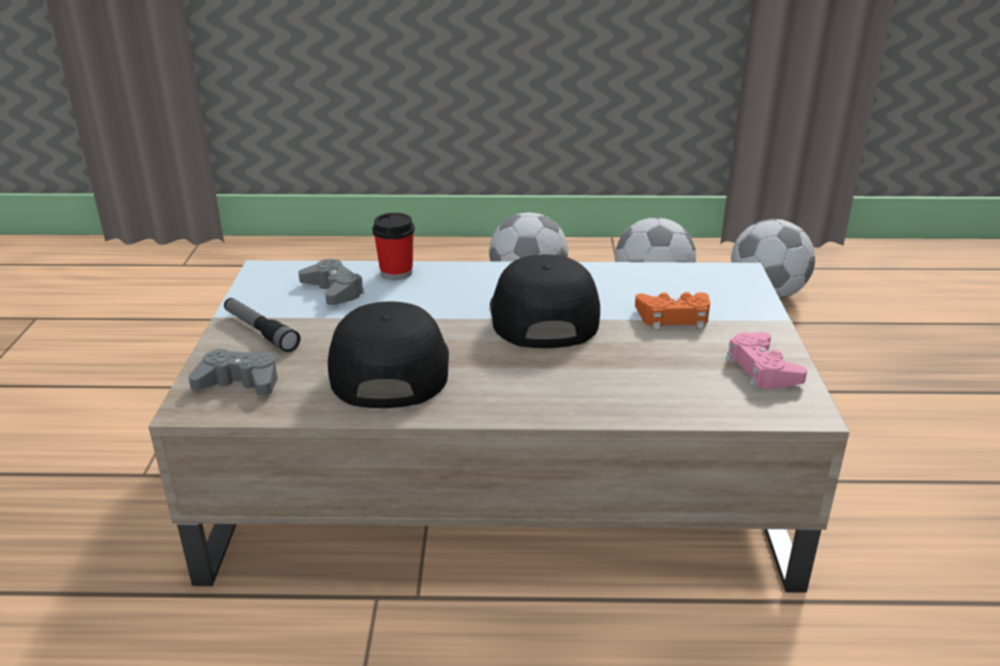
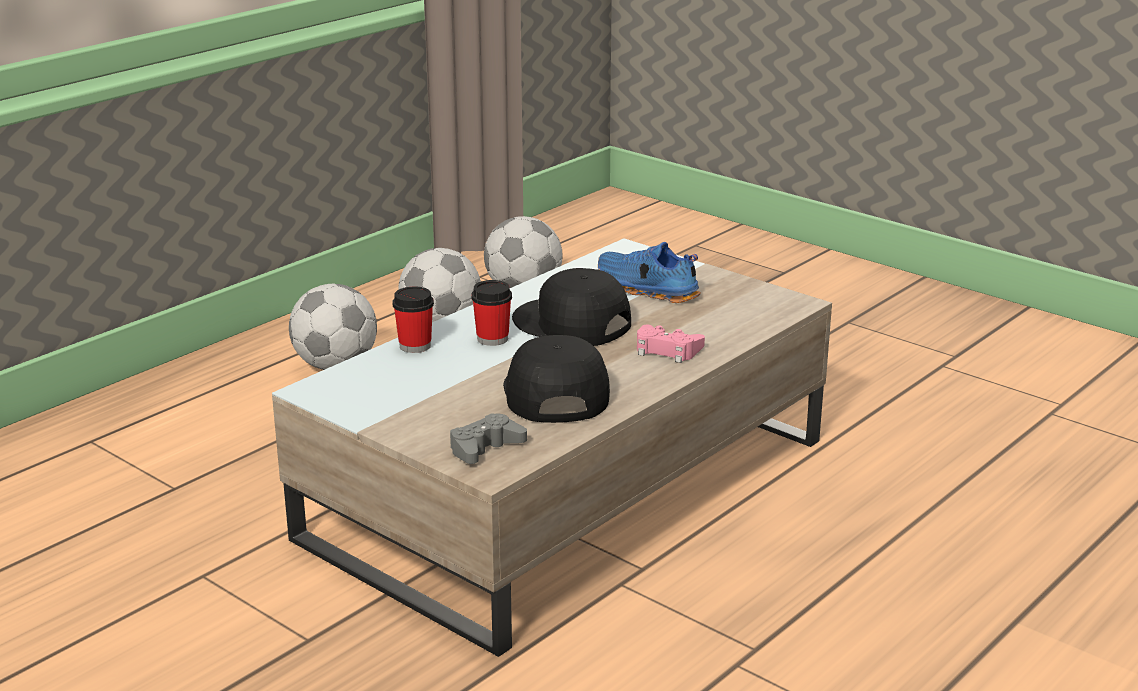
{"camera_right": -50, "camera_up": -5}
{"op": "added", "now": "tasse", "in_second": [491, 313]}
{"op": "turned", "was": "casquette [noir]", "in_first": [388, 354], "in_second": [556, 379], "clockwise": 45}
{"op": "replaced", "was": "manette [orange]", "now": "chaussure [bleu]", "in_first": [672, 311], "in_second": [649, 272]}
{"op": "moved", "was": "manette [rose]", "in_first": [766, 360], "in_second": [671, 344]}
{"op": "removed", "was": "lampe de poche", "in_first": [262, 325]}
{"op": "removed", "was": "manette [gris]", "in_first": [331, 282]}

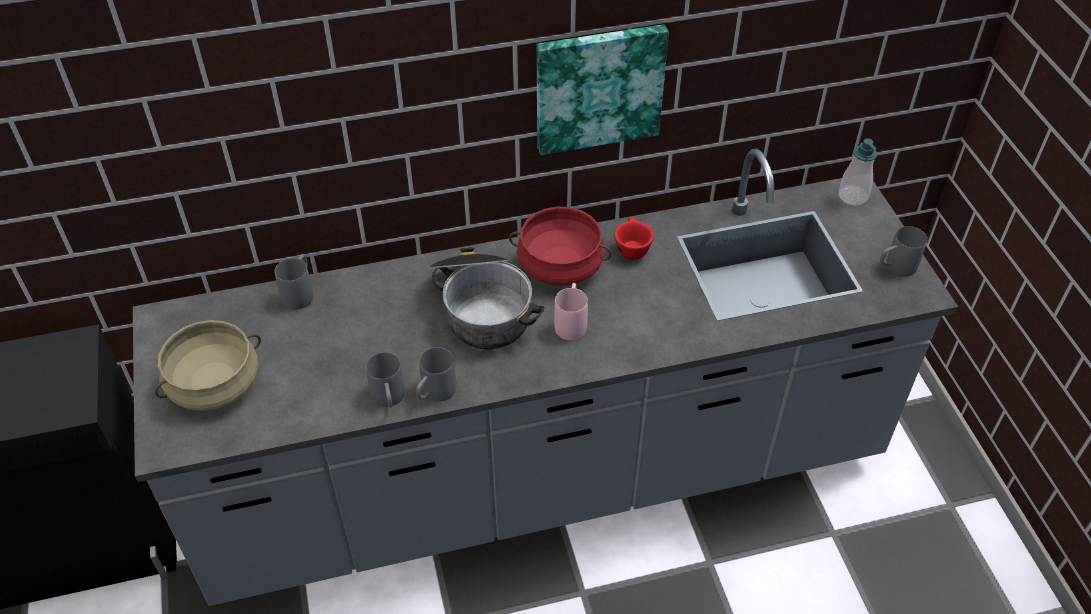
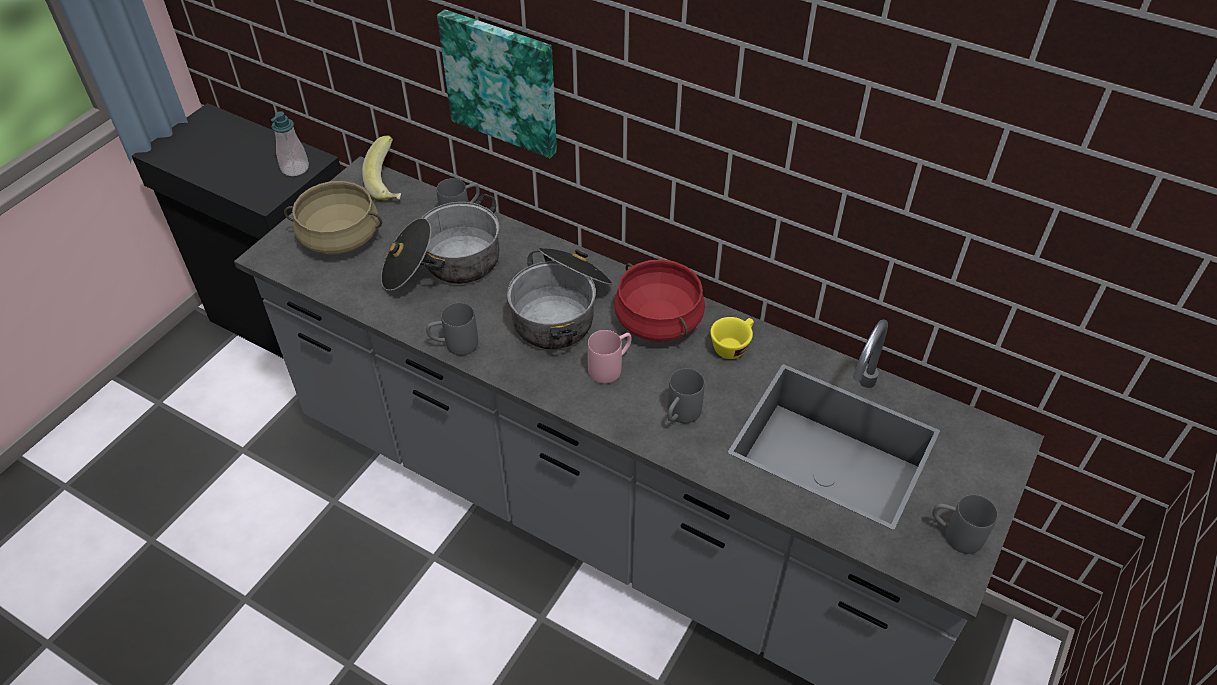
{"camera_right": 45, "camera_up": 0}
{"op": "moved", "was": "distributeur de savon", "in_first": [857, 172], "in_second": [290, 143]}
{"op": "added", "now": "banane", "in_second": [381, 168]}
{"op": "added", "now": "marmite", "in_second": [440, 242]}
{"op": "moved", "was": "tableau", "in_first": [603, 89], "in_second": [497, 83]}
{"op": "moved", "was": "mug [gris]", "in_first": [385, 380], "in_second": [686, 395]}
{"op": "recoloured", "was": "tasse [rouge]", "now": "tasse [jaune]", "in_first": [634, 238], "in_second": [732, 338]}

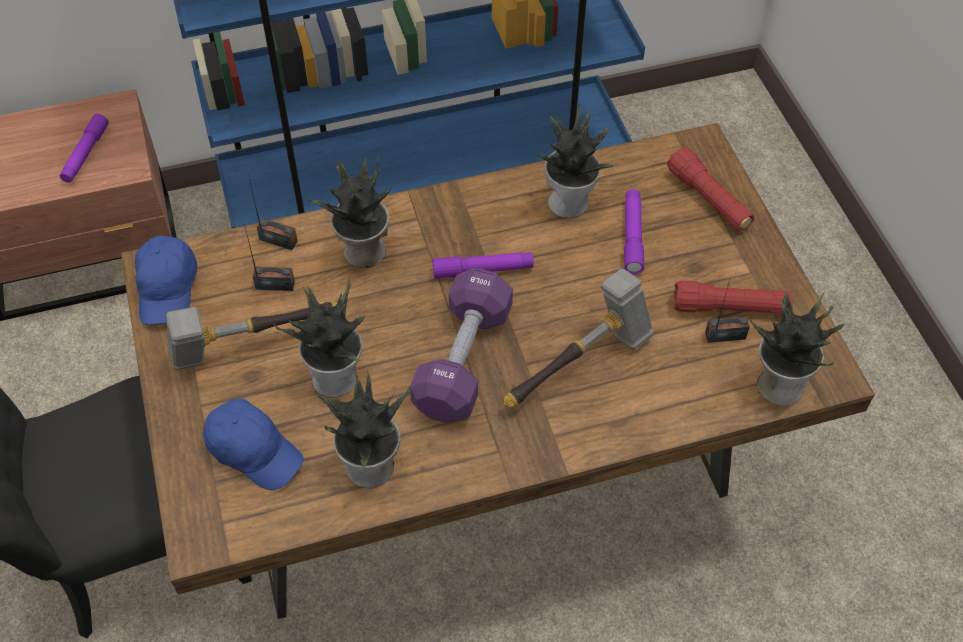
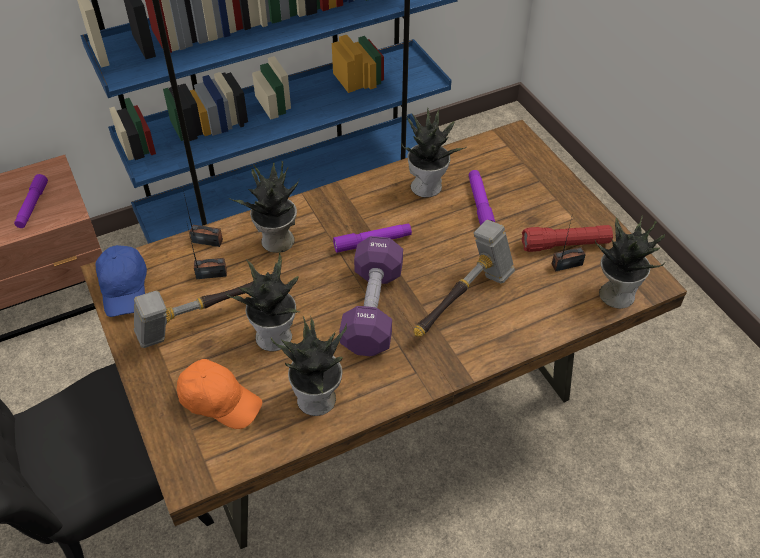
{"camera_right": -10, "camera_up": -5}
{"op": "recoloured", "was": "casquette [bleu]", "now": "casquette [orange]", "in_first": [253, 444], "in_second": [219, 394]}
{"op": "removed", "was": "lampe de poche [rouge]", "in_first": [710, 189]}

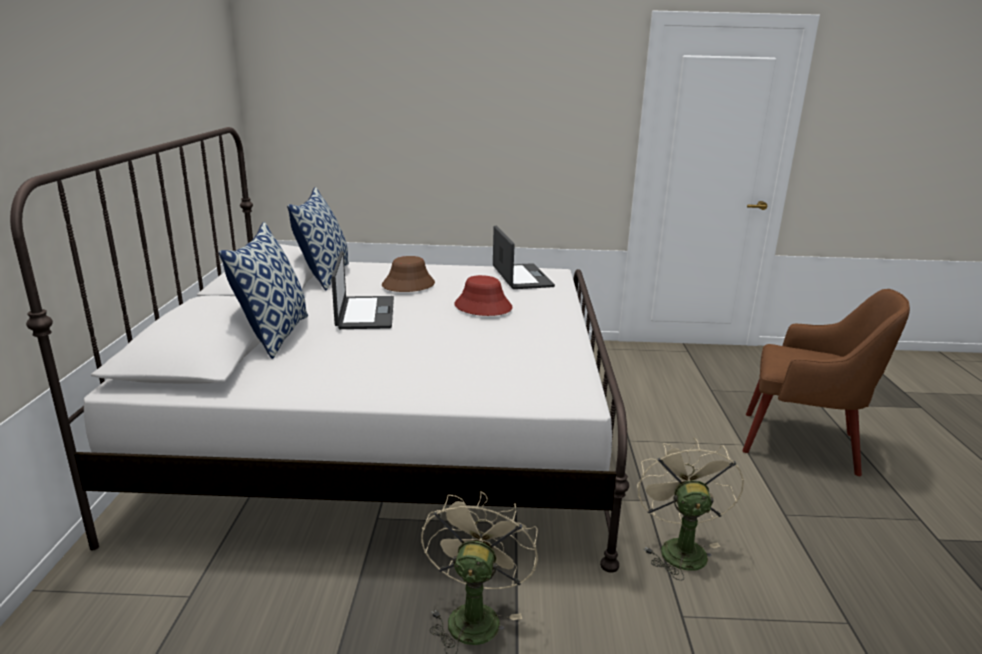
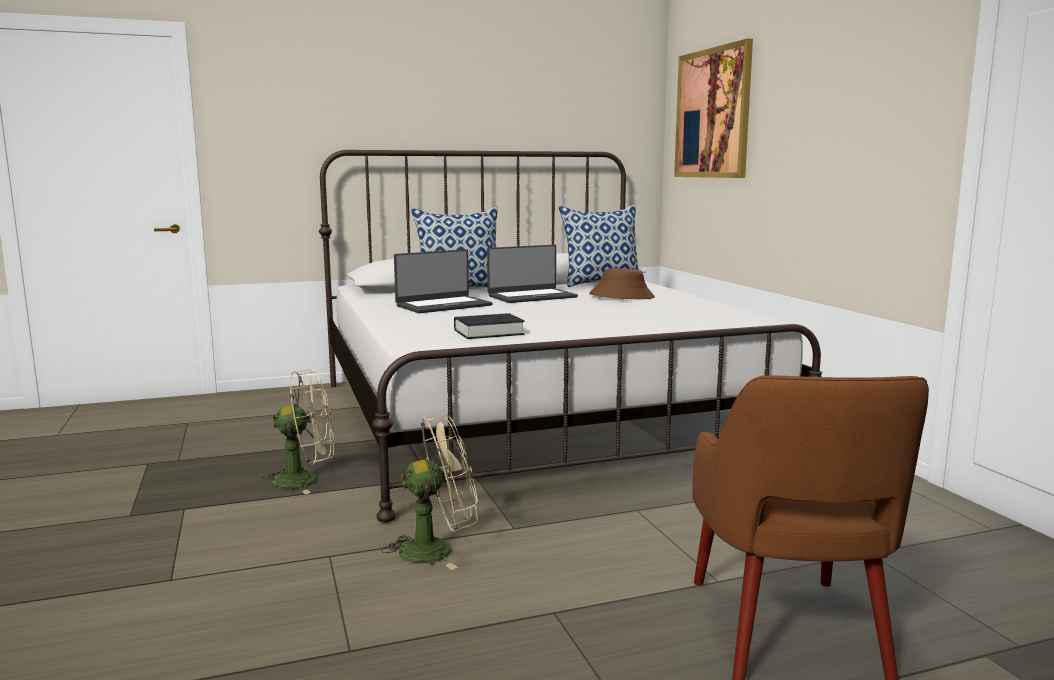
{"camera_right": 70, "camera_up": -10}
{"op": "moved", "was": "ordinateur portable", "in_first": [524, 257], "in_second": [443, 281]}
{"op": "added", "now": "livre [noir]", "in_second": [489, 326]}
{"op": "added", "now": "tableau", "in_second": [713, 108]}
{"op": "removed", "was": "chapeau [rouge]", "in_first": [483, 295]}

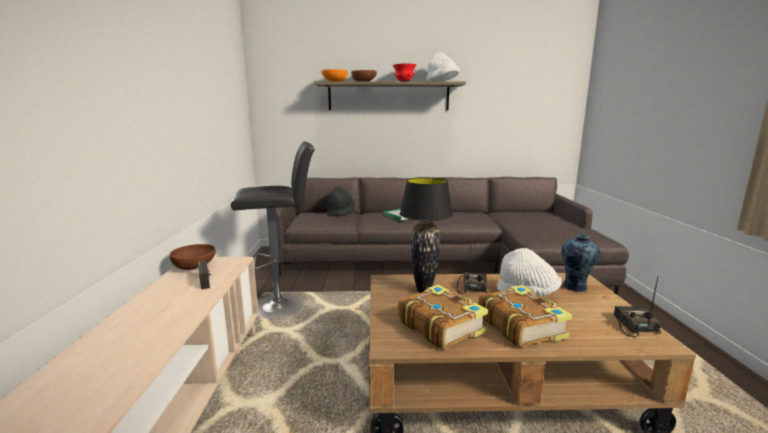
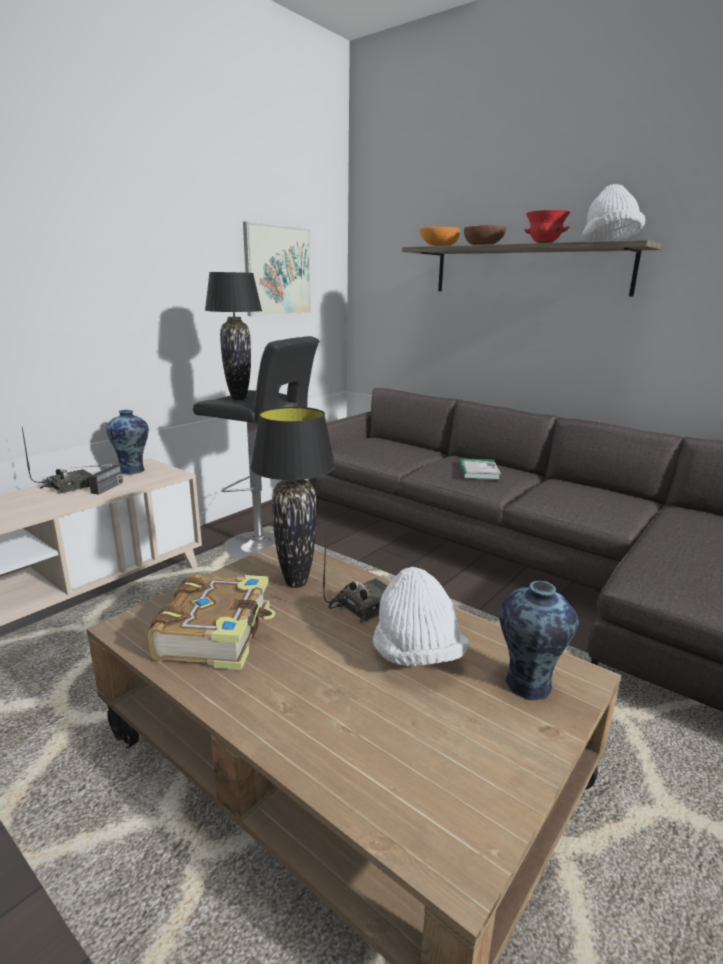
{"camera_right": 40, "camera_up": 5}
{"op": "moved", "was": "radio", "in_first": [638, 307], "in_second": [57, 460]}
{"op": "replaced", "was": "bol [marron]", "now": "vase", "in_first": [193, 257], "in_second": [127, 442]}
{"op": "added", "now": "lampe de table [noir]", "in_second": [233, 336]}
{"op": "added", "now": "tableau", "in_second": [277, 269]}
{"op": "removed", "was": "chapeau [noir]", "in_first": [341, 202]}
{"op": "removed", "was": "livre", "in_first": [525, 316]}

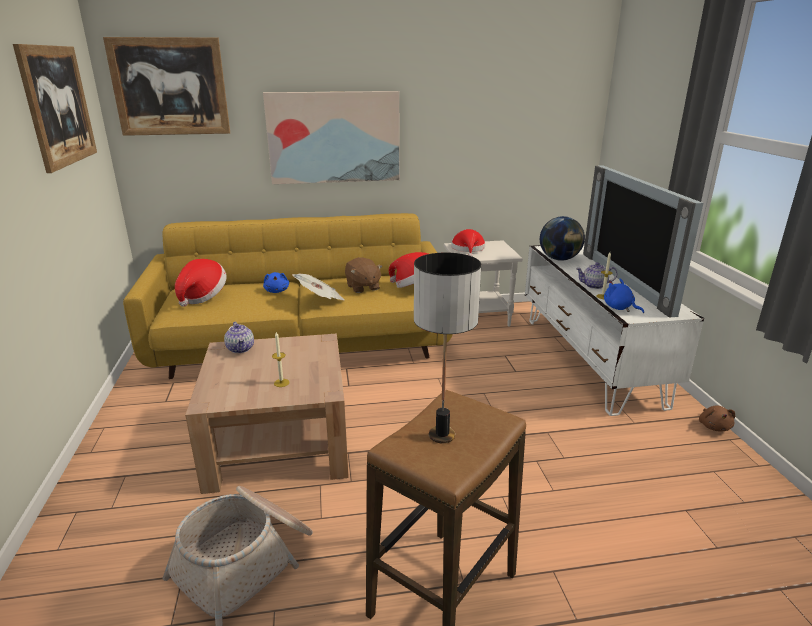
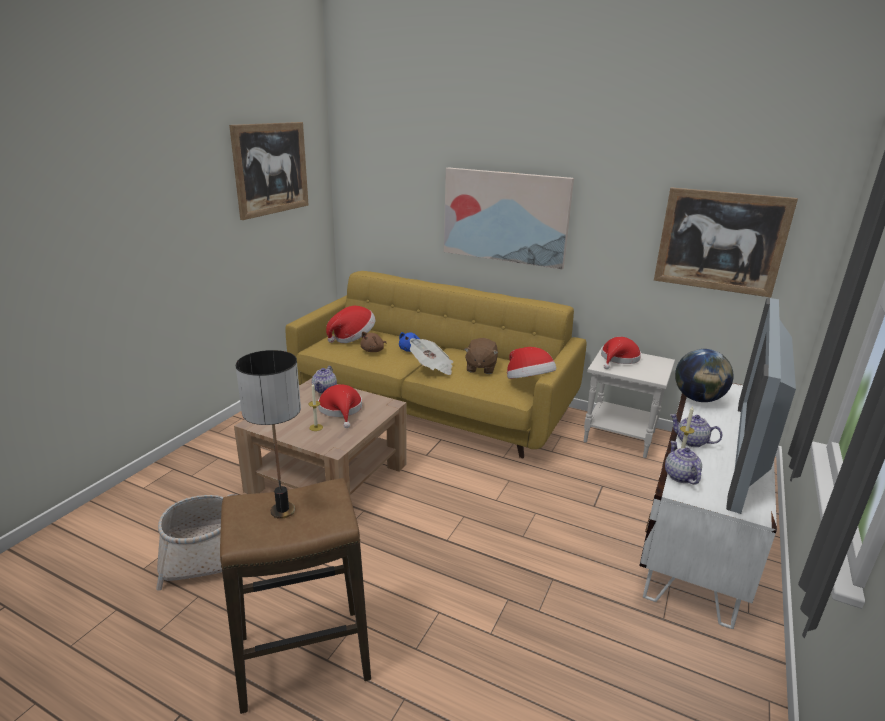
{"camera_right": 35, "camera_up": 0}
{"op": "added", "now": "chapeau [rouge]", "in_second": [340, 406]}
{"op": "moved", "was": "peluche [marron]", "in_first": [717, 418], "in_second": [373, 342]}
{"op": "moved", "was": "tableau", "in_first": [166, 86], "in_second": [726, 242]}
{"op": "replaced", "was": "peluche [bleu]", "now": "théière", "in_first": [624, 295], "in_second": [683, 463]}

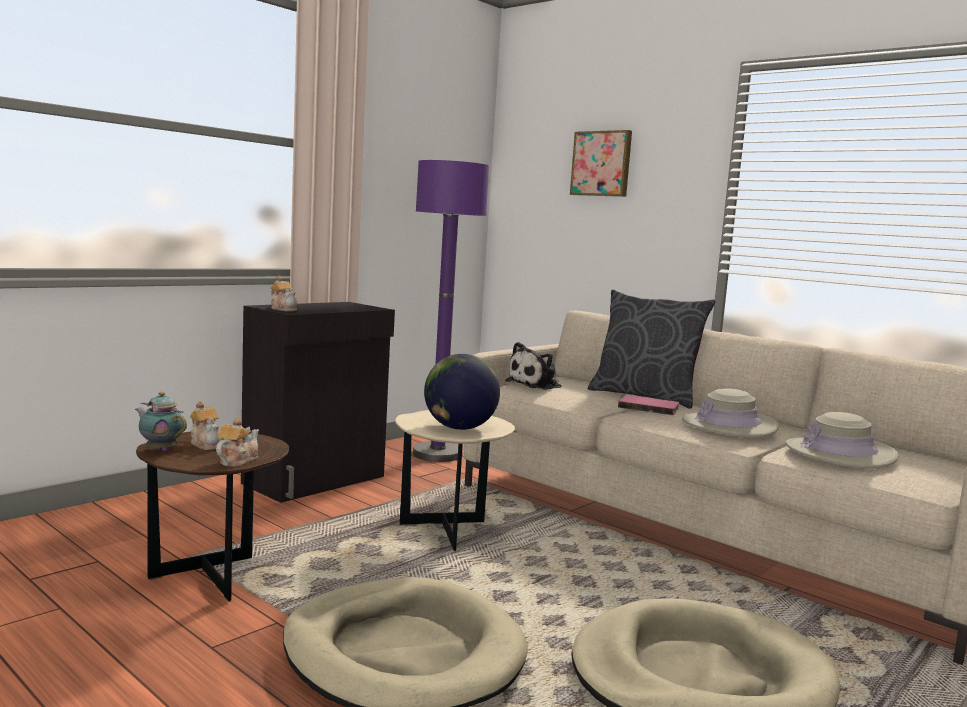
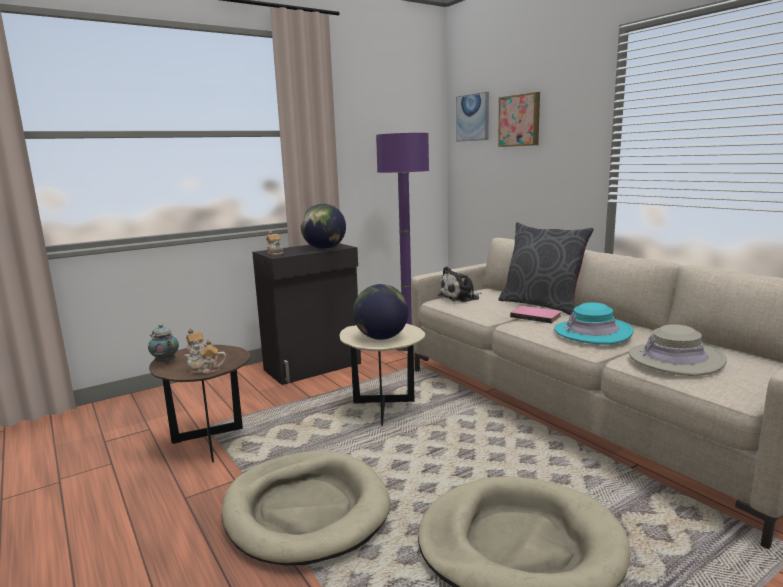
{"camera_right": 15, "camera_up": 5}
{"op": "turned", "was": "théière", "in_first": [237, 442], "in_second": [205, 356], "clockwise": -135}
{"op": "added", "now": "globe", "in_second": [323, 226]}
{"op": "added", "now": "tableau", "in_second": [472, 117]}
{"op": "recoloured", "was": "chapeau [beige]", "now": "chapeau [turquoise]", "in_first": [730, 413], "in_second": [594, 324]}

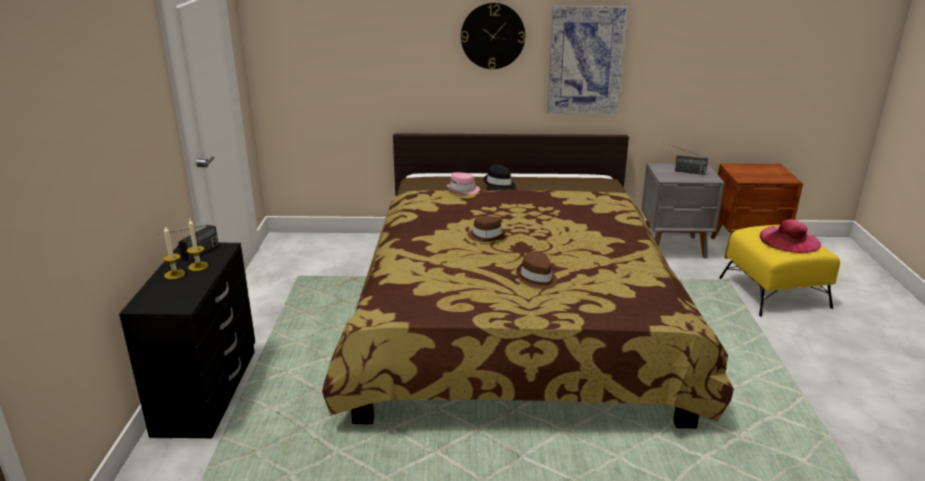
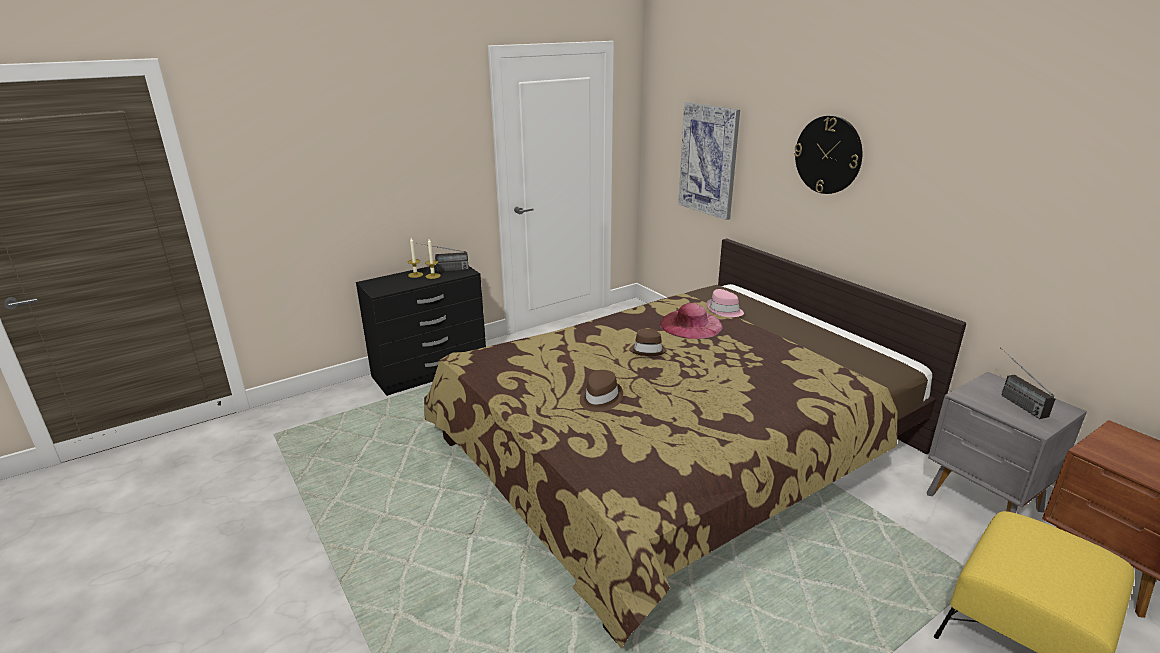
{"camera_right": 55, "camera_up": 0}
{"op": "moved", "was": "chapeau [rose]", "in_first": [790, 236], "in_second": [691, 321]}
{"op": "moved", "was": "tableau", "in_first": [587, 59], "in_second": [709, 161]}
{"op": "removed", "was": "chapeau [noir]", "in_first": [500, 177]}

